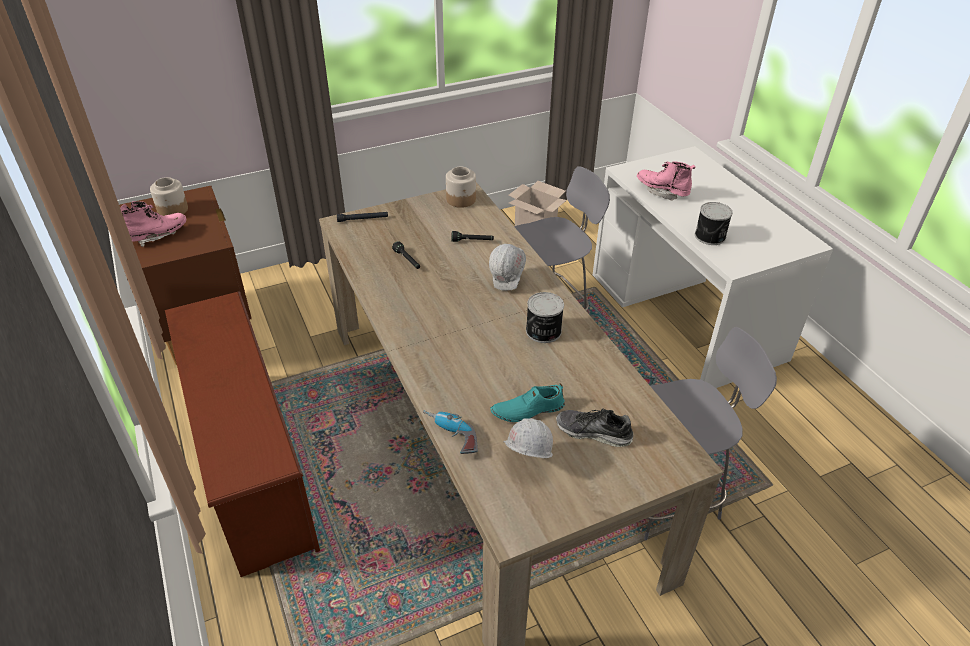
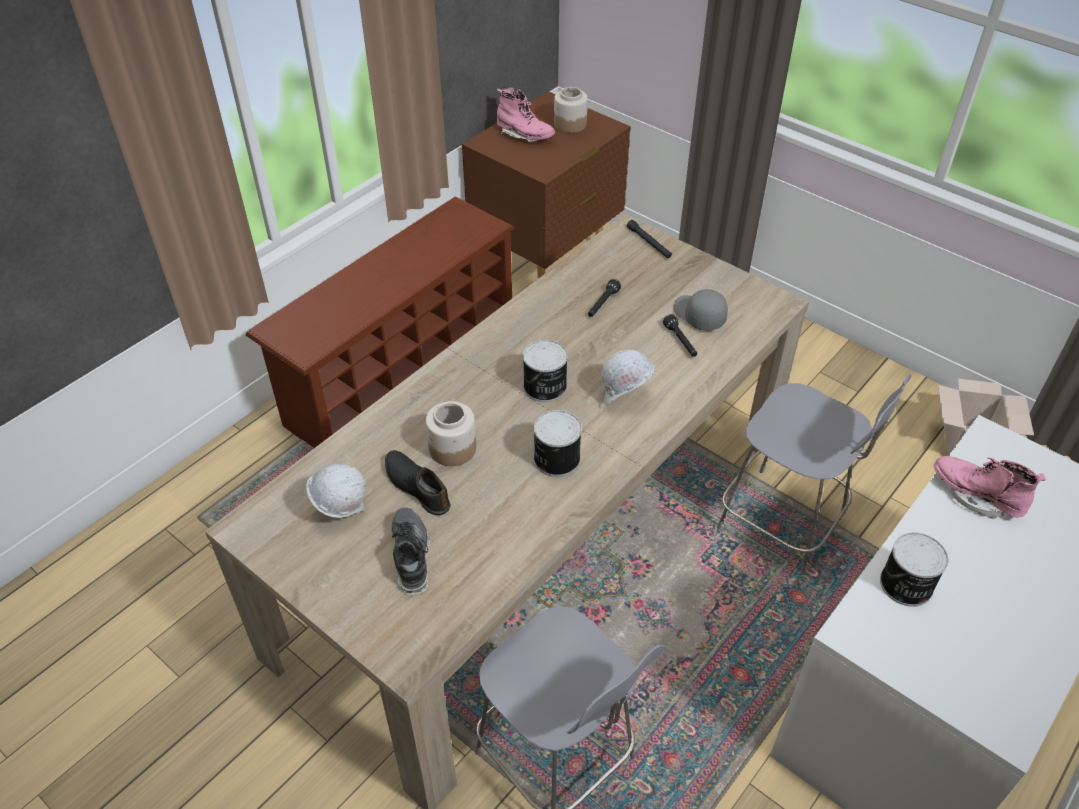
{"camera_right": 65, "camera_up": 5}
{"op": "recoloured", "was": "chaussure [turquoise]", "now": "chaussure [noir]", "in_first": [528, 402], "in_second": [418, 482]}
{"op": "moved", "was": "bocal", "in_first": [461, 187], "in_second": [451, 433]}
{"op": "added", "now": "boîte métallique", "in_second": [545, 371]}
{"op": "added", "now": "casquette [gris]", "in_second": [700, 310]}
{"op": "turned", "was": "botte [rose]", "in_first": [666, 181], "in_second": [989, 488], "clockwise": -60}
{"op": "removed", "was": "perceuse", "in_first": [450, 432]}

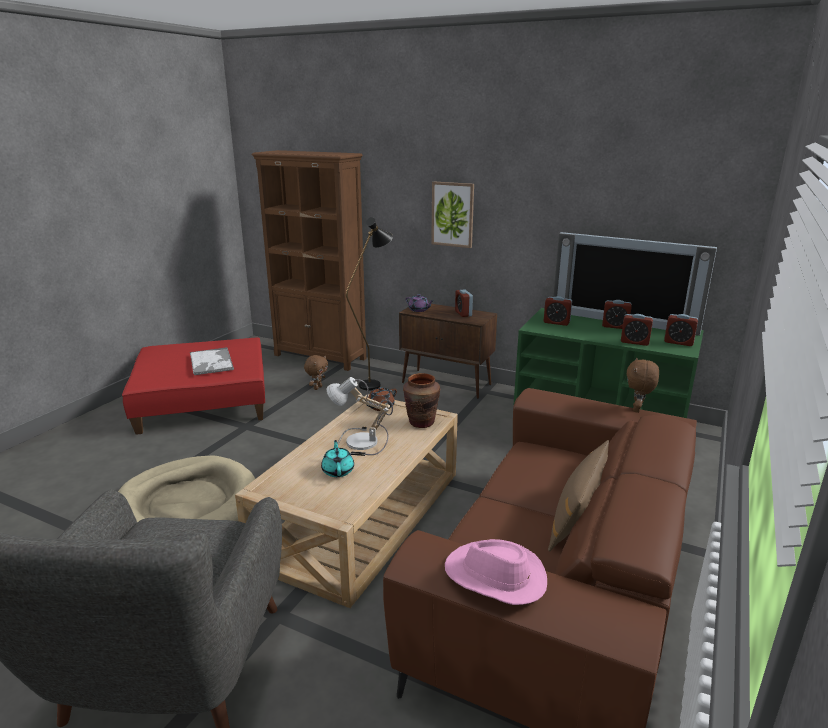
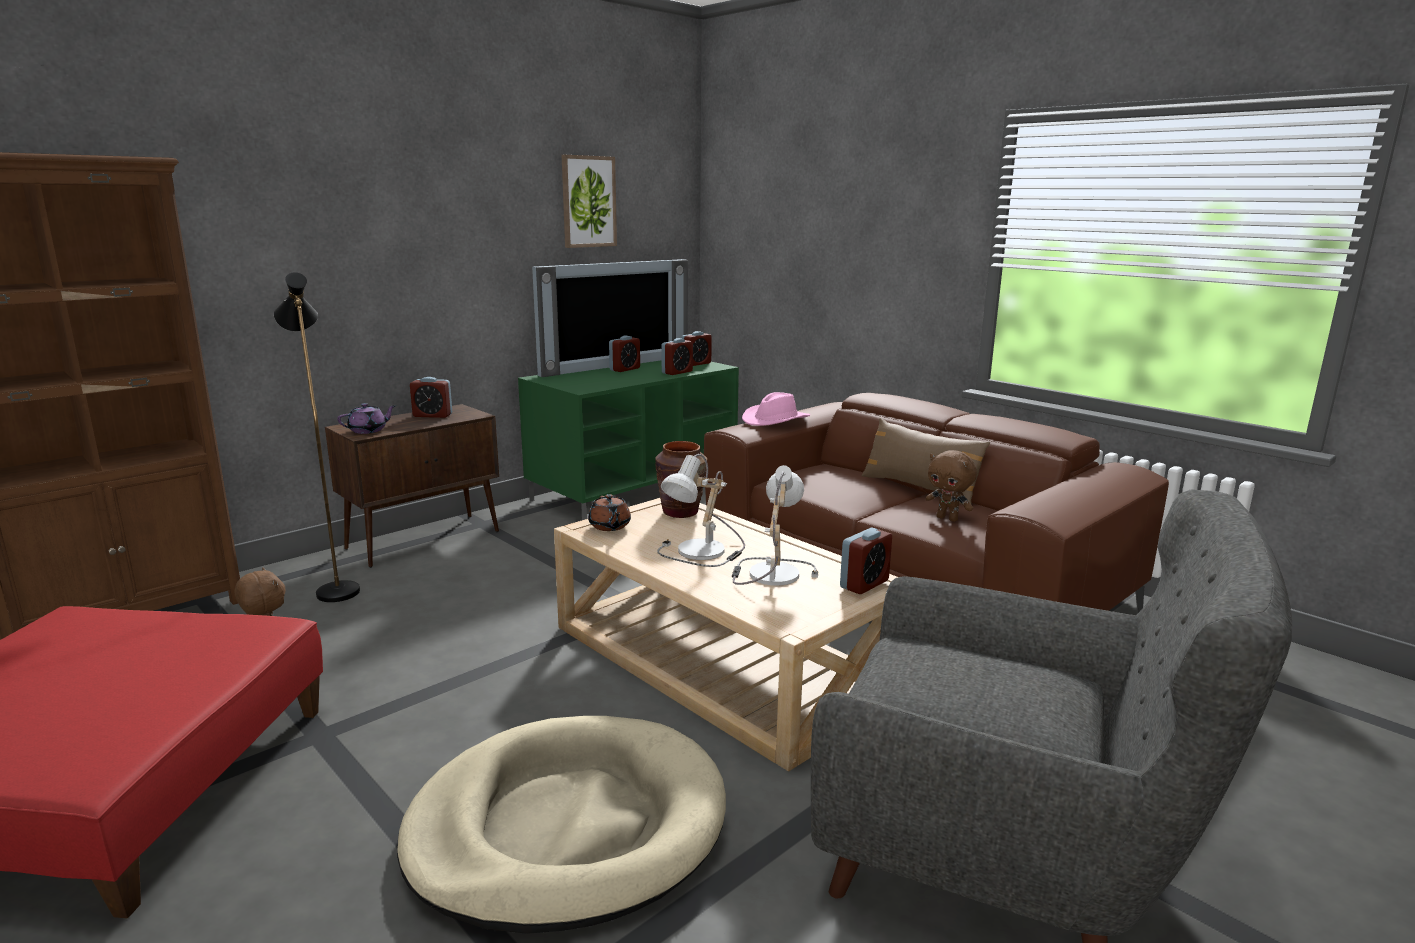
{"camera_right": -70, "camera_up": -5}
{"op": "moved", "was": "tableau", "in_first": [452, 215], "in_second": [589, 201]}
{"op": "replaced", "was": "théière [turquoise]", "now": "lampe de table", "in_first": [337, 458], "in_second": [775, 525]}
{"op": "moved", "was": "chapeau [rose]", "in_first": [496, 572], "in_second": [776, 409]}
{"op": "moved", "was": "réveil", "in_first": [558, 311], "in_second": [866, 561]}
{"op": "moved", "was": "peluche [marron]", "in_first": [642, 385], "in_second": [951, 486]}
{"op": "removed", "was": "plateau", "in_first": [212, 361]}

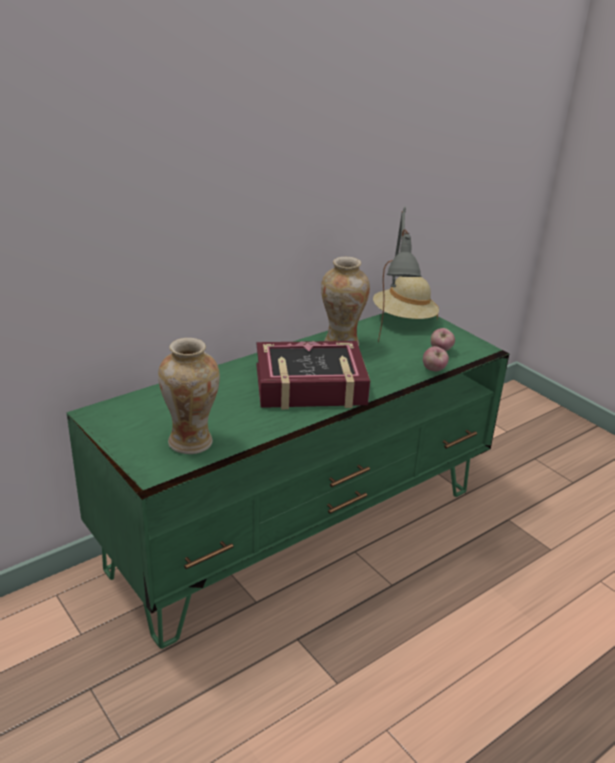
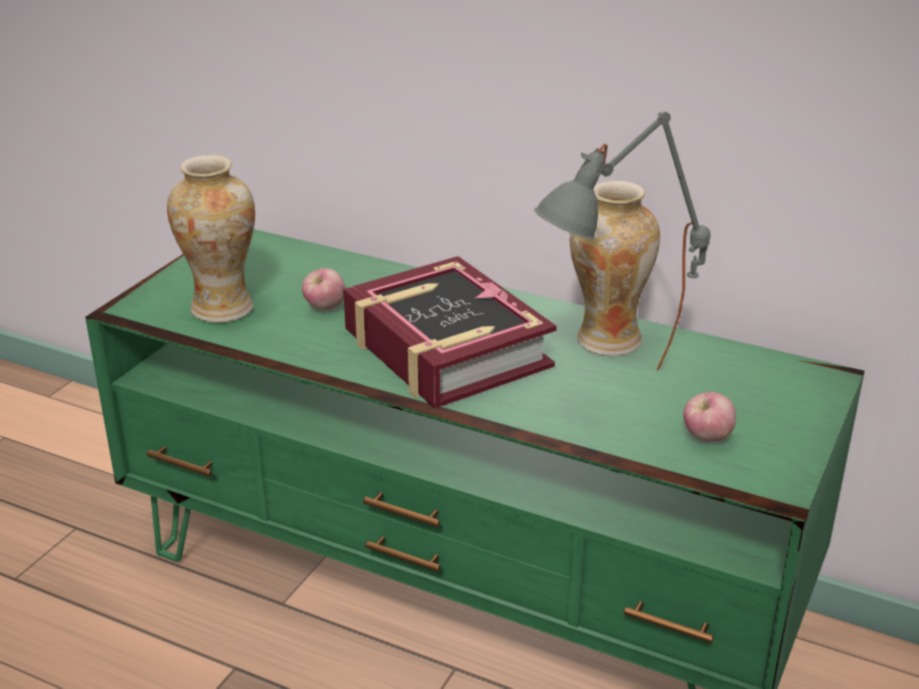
{"camera_right": 65, "camera_up": 0}
{"op": "moved", "was": "pomme", "in_first": [436, 358], "in_second": [324, 289]}
{"op": "removed", "was": "chapeau [beige]", "in_first": [406, 298]}

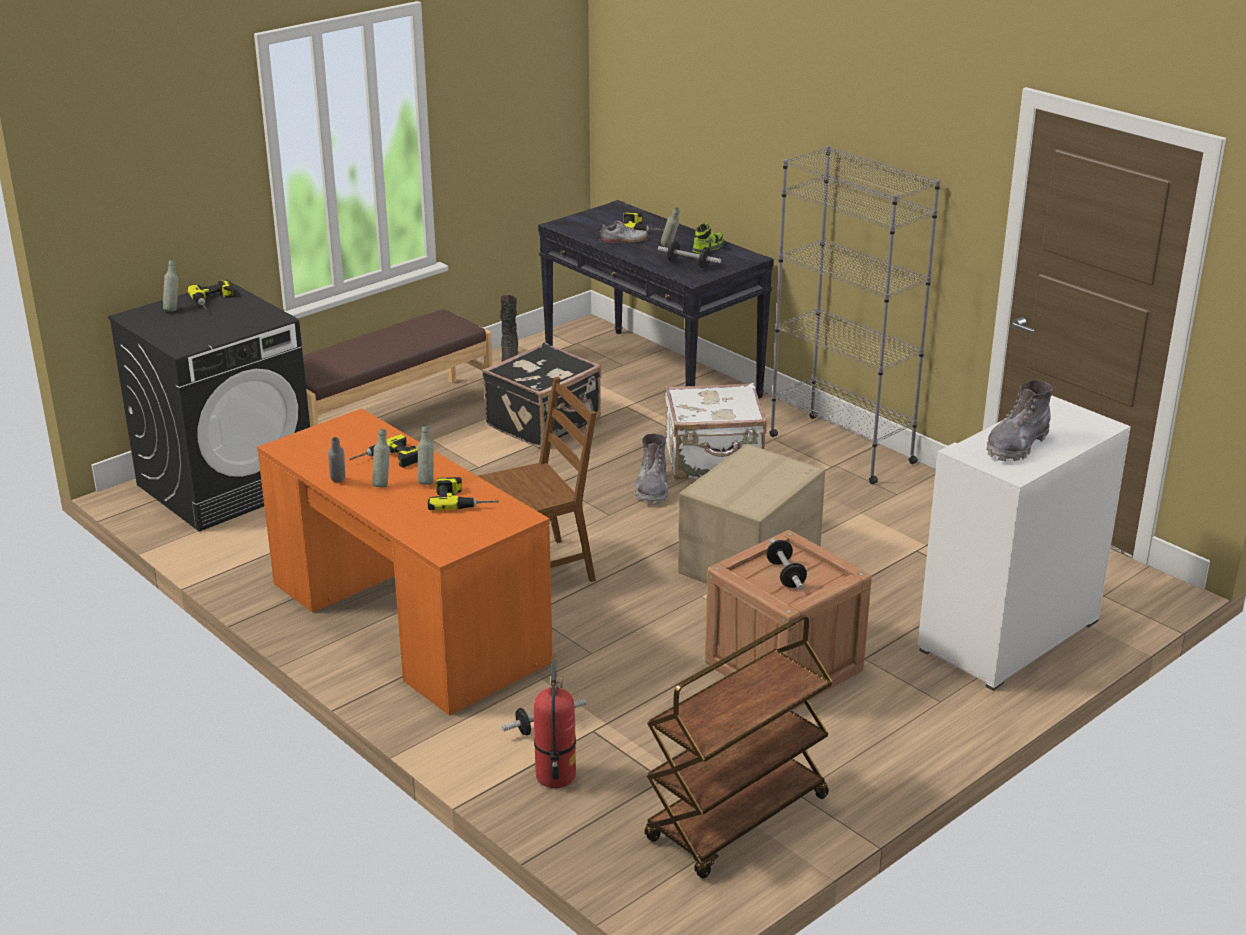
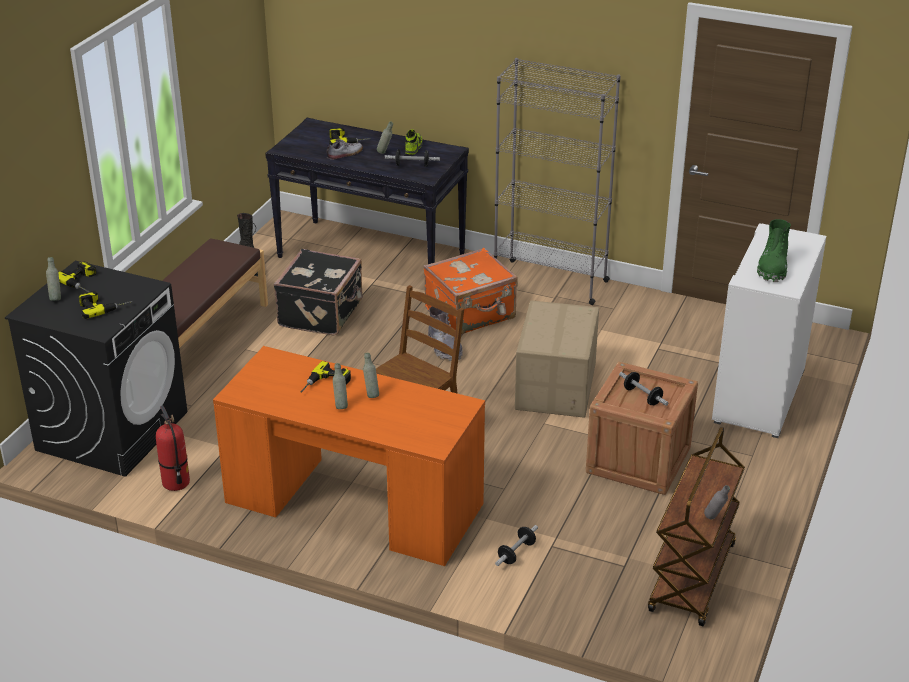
{"camera_right": -25, "camera_up": 5}
{"op": "moved", "was": "perceuse", "in_first": [463, 493], "in_second": [106, 305]}
{"op": "moved", "was": "extincteur", "in_first": [555, 724], "in_second": [173, 448]}
{"op": "recoloured", "was": "valise [blanc]", "now": "valise [orange]", "in_first": [716, 431], "in_second": [471, 291]}
{"op": "moved", "was": "bouteille [gris]", "in_first": [336, 459], "in_second": [717, 502]}
{"op": "recoloured", "was": "botte [gris]", "now": "botte [vert]", "in_first": [1019, 420], "in_second": [774, 250]}

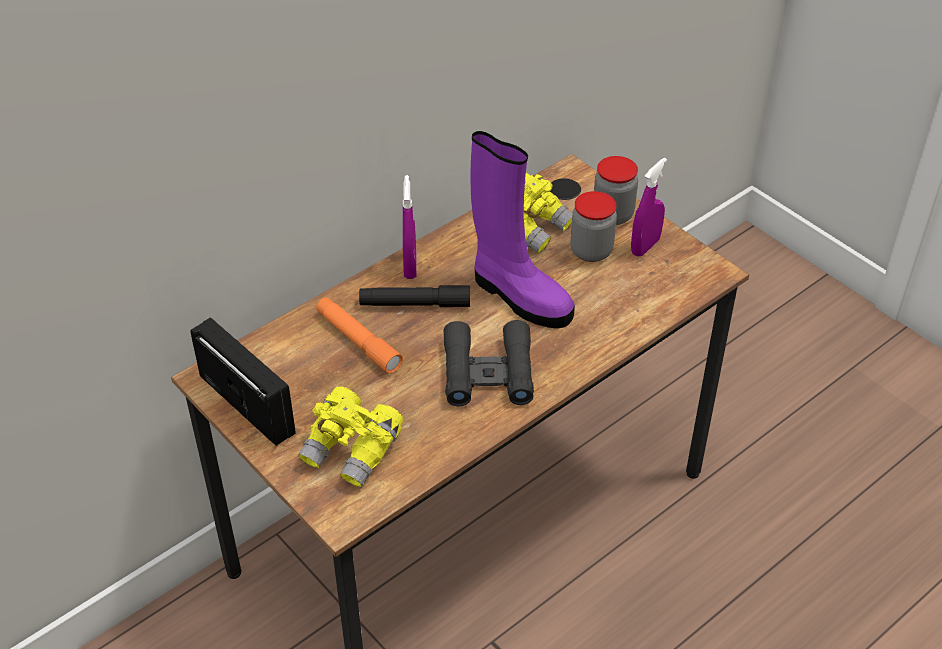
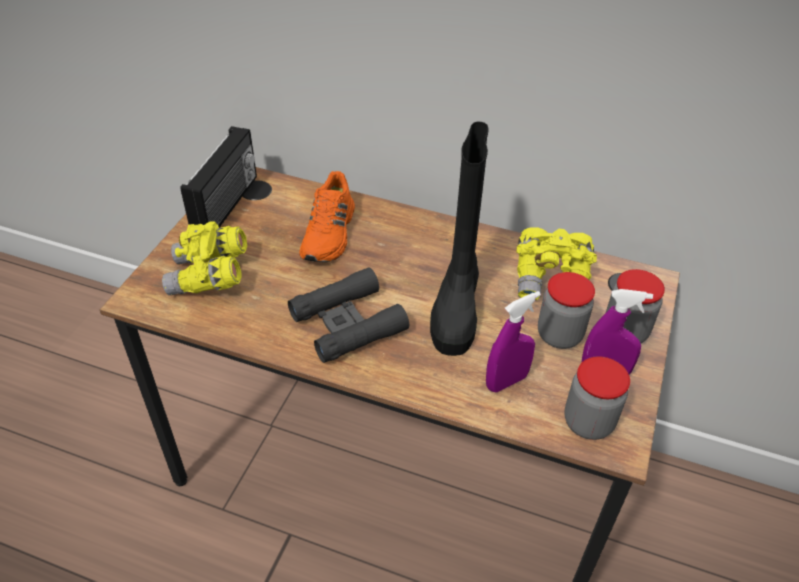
{"camera_right": 60, "camera_up": 0}
{"op": "replaced", "was": "lampe de poche [orange]", "now": "chaussure [orange]", "in_first": [359, 335], "in_second": [327, 216]}
{"op": "recoloured", "was": "botte [violet]", "now": "botte [noir]", "in_first": [522, 230], "in_second": [459, 239]}
{"op": "moved", "was": "vaporisateur [violet]", "in_first": [410, 227], "in_second": [513, 341]}
{"op": "added", "now": "bocal", "in_second": [597, 398]}
{"op": "removed", "was": "lampe de poche [noir]", "in_first": [414, 296]}

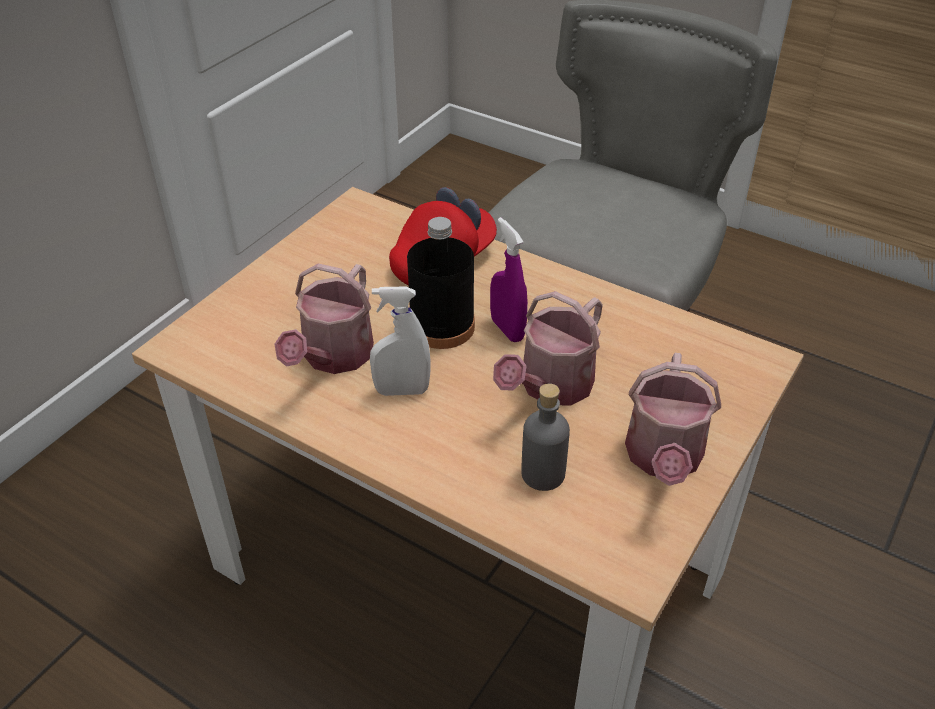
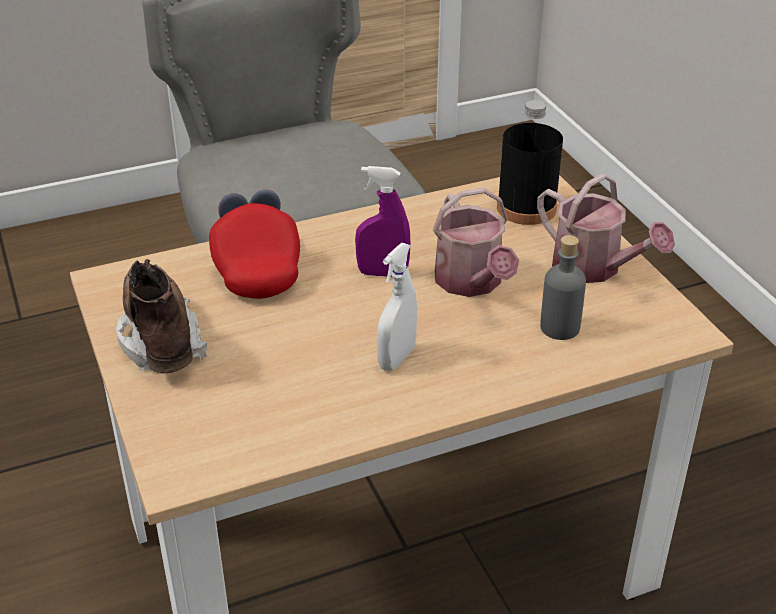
{"camera_right": -55, "camera_up": -5}
{"op": "added", "now": "botte [marron]", "in_second": [161, 316]}
{"op": "moved", "was": "bouteille [noir]", "in_first": [441, 283], "in_second": [530, 162]}
{"op": "removed", "was": "arrosoir", "in_first": [324, 318]}

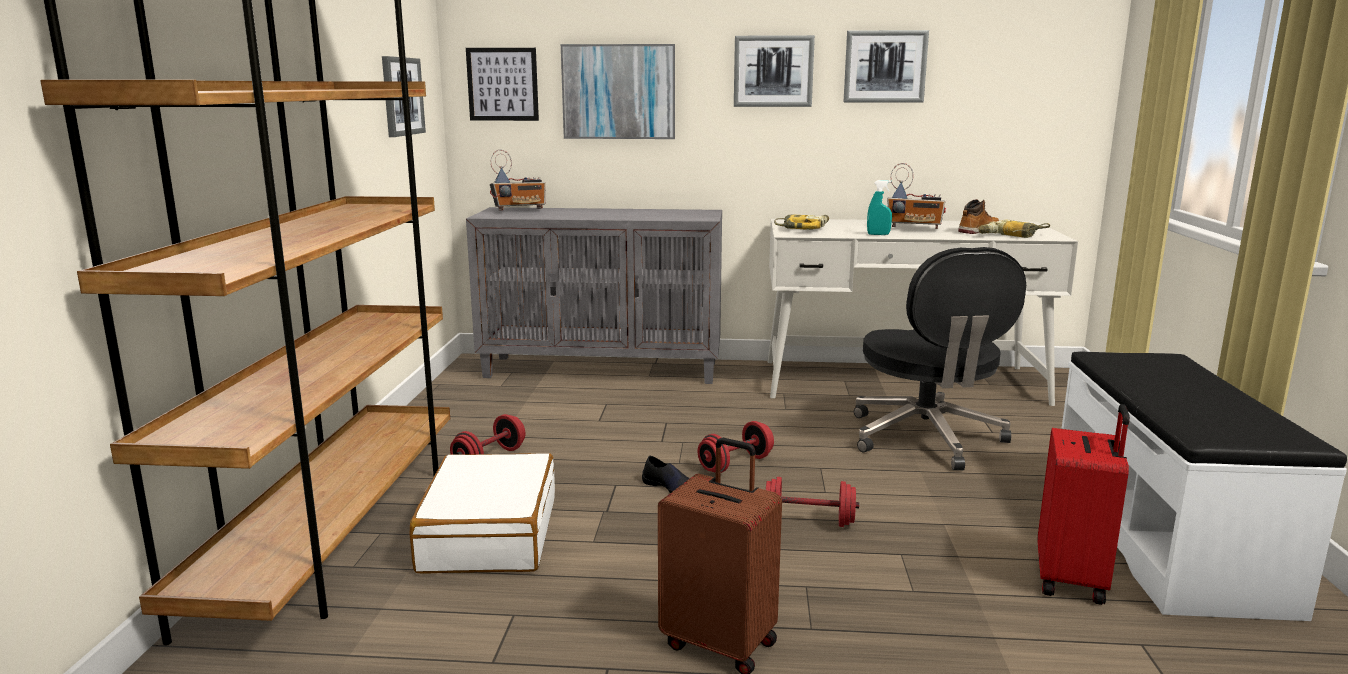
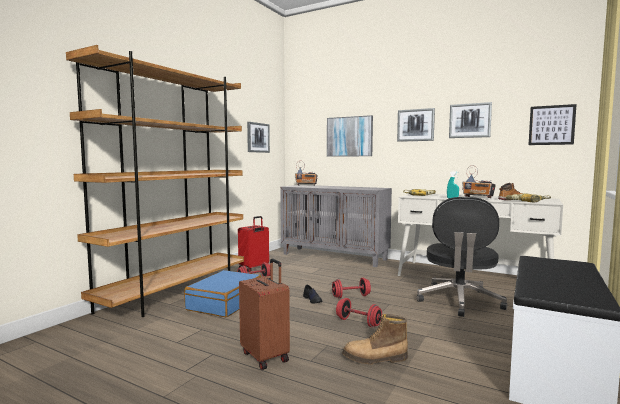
{"camera_right": 25, "camera_up": -10}
{"op": "recoloured", "was": "valise [blanc]", "now": "valise [bleu]", "in_first": [482, 513], "in_second": [222, 293]}
{"op": "moved", "was": "valise [rouge]", "in_first": [1083, 504], "in_second": [253, 244]}
{"op": "added", "now": "botte", "in_second": [375, 339]}
{"op": "moved", "was": "tableau", "in_first": [502, 84], "in_second": [553, 124]}

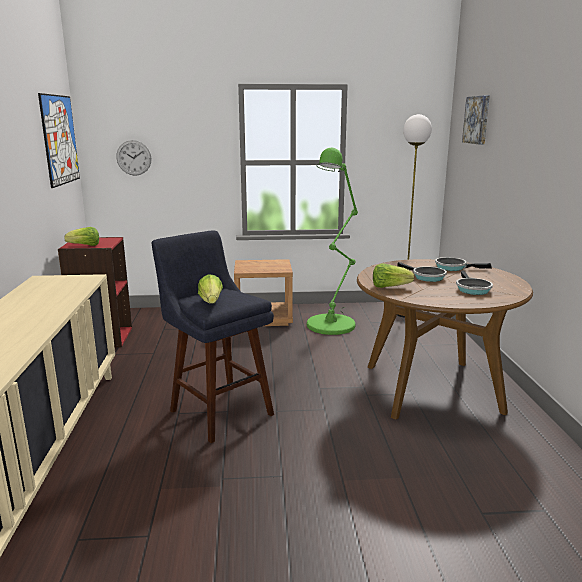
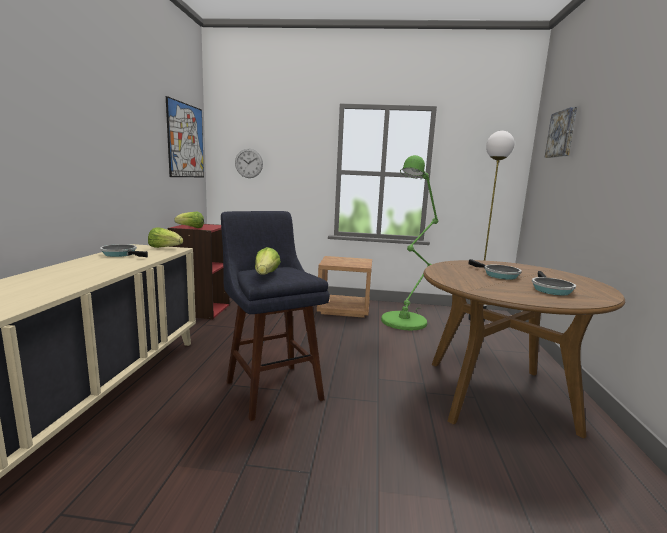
{"camera_right": 10, "camera_up": -5}
{"op": "moved", "was": "poêle", "in_first": [463, 264], "in_second": [124, 250]}
{"op": "moved", "was": "laitue", "in_first": [393, 275], "in_second": [165, 237]}

